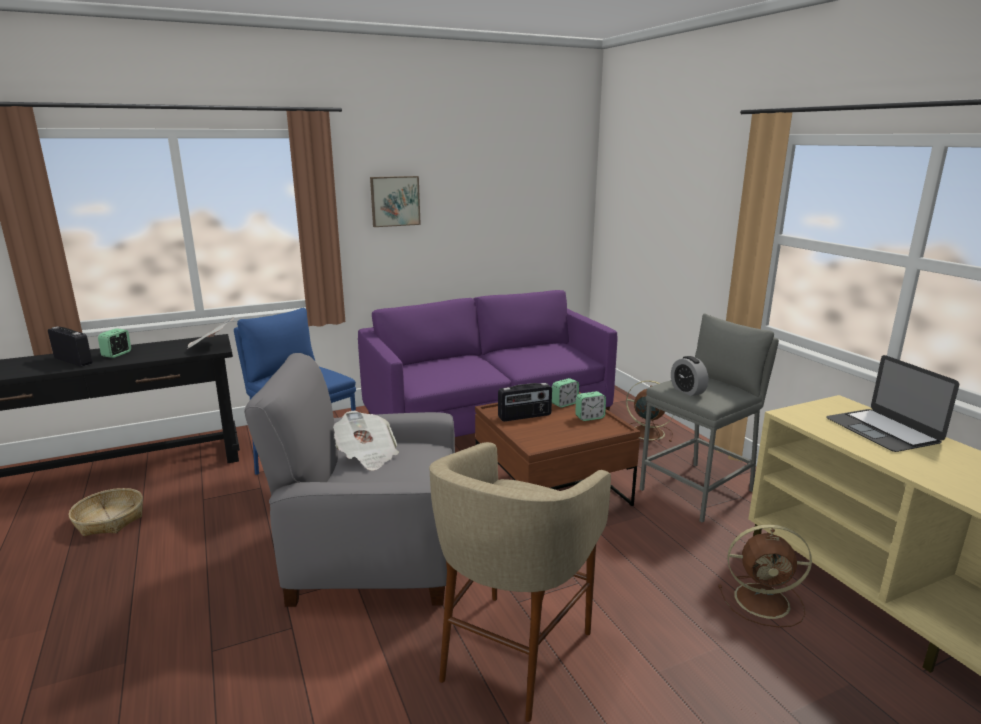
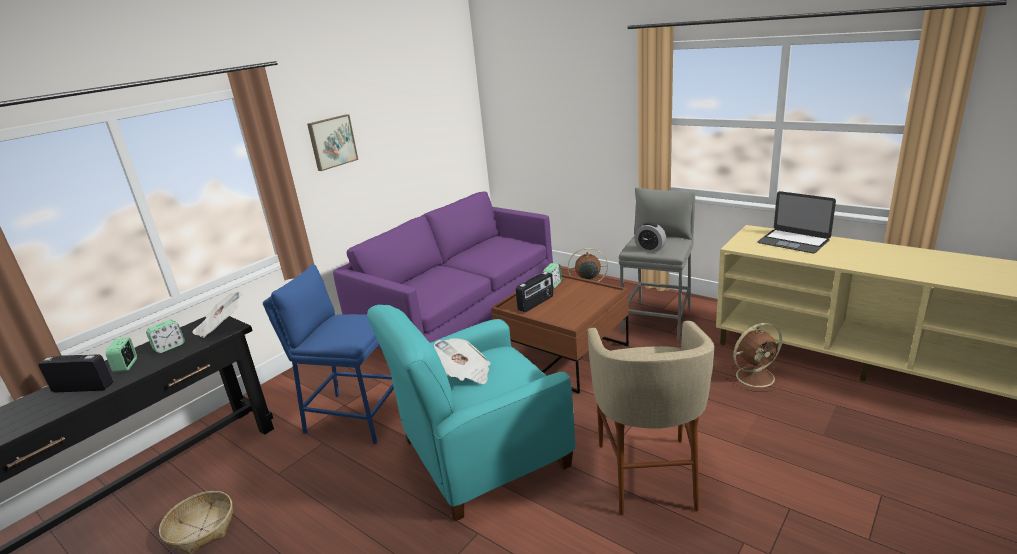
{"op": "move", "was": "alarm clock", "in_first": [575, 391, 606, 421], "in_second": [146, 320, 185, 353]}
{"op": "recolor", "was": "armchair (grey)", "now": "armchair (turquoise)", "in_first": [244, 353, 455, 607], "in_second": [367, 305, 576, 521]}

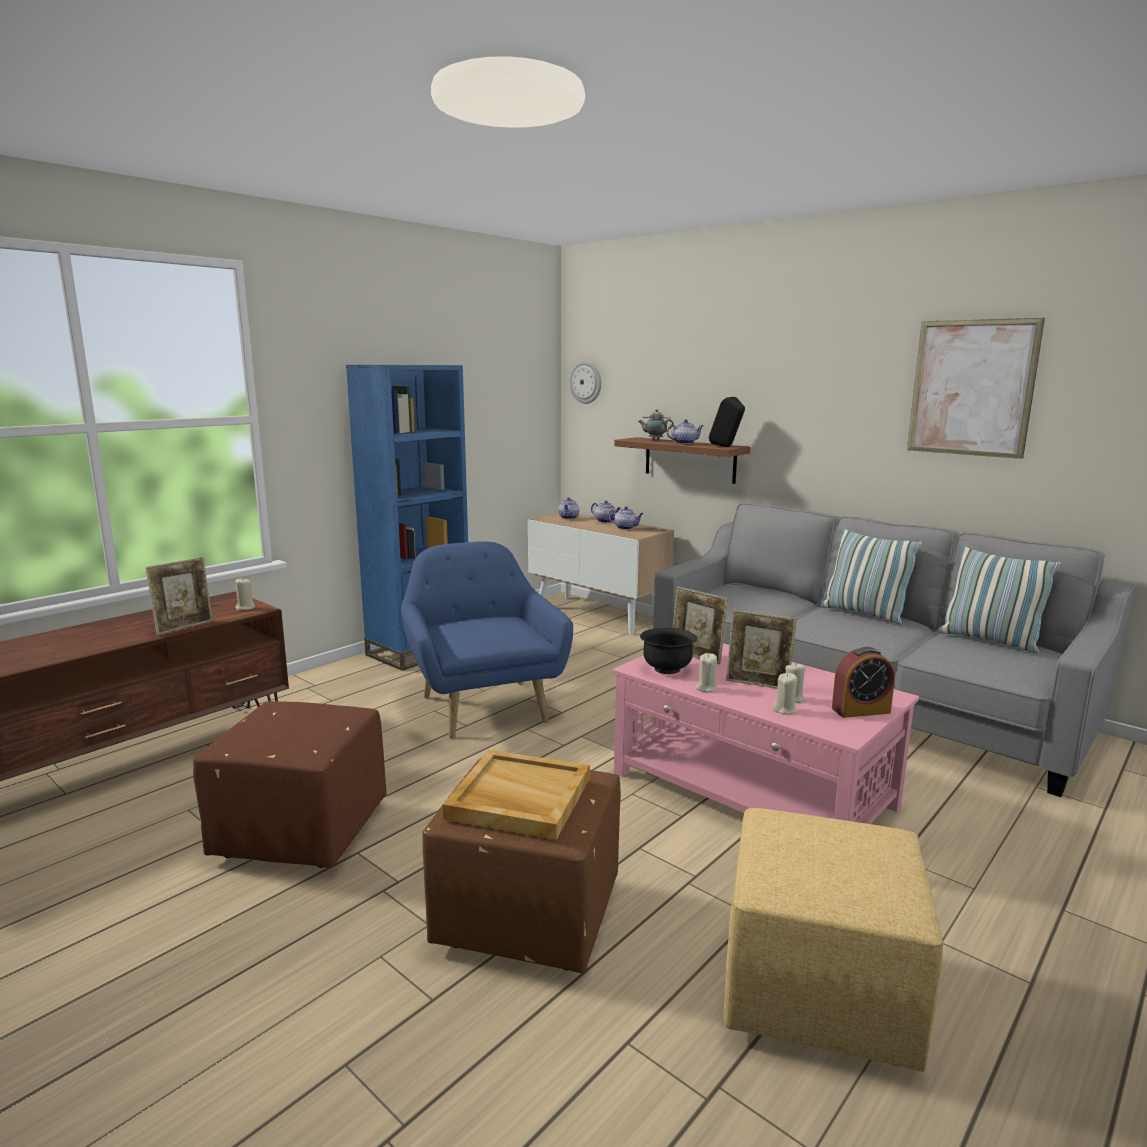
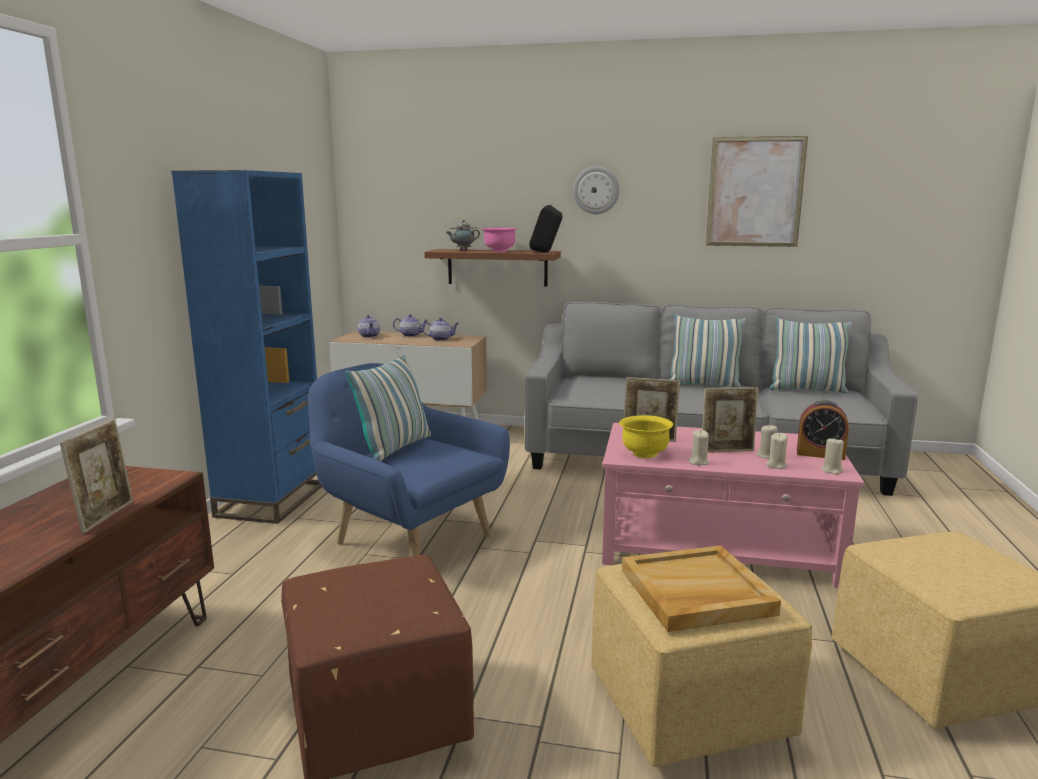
{"op": "insert", "now": "pillow", "in_second": [345, 354, 431, 461]}
{"op": "replace", "was": "teapot", "now": "bowl (pink)", "in_first": [667, 419, 704, 444], "in_second": [482, 227, 517, 252]}
{"op": "move", "was": "wall clock", "in_first": [569, 361, 601, 404], "in_second": [573, 166, 620, 214]}
{"op": "recolor", "was": "ottoman (brown)", "now": "ottoman (yellow)", "in_first": [423, 758, 621, 973], "in_second": [591, 553, 812, 767]}
{"op": "recolor", "was": "bowl (black)", "now": "bowl (yellow)", "in_first": [640, 628, 697, 674], "in_second": [619, 415, 673, 458]}
{"op": "rotate", "was": "alarm clock", "in_first": [832, 647, 895, 718], "in_second": [797, 400, 849, 460], "clockwise": 60}
{"op": "move", "was": "candle (beige)", "in_first": [235, 578, 256, 611], "in_second": [821, 439, 844, 475]}

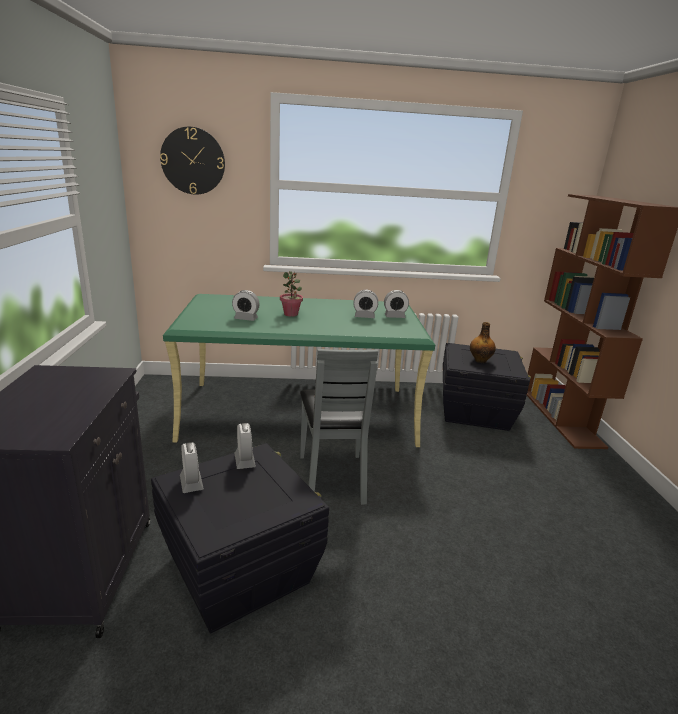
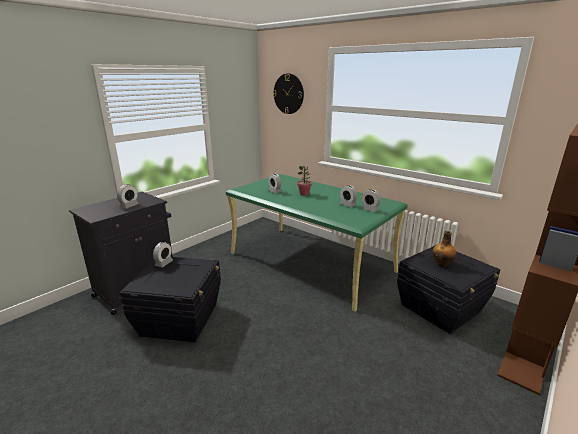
{"op": "move", "was": "alarm clock", "in_first": [235, 423, 256, 469], "in_second": [117, 184, 139, 209]}
{"op": "delete", "was": "chair (grey)", "in_first": [300, 349, 378, 505]}

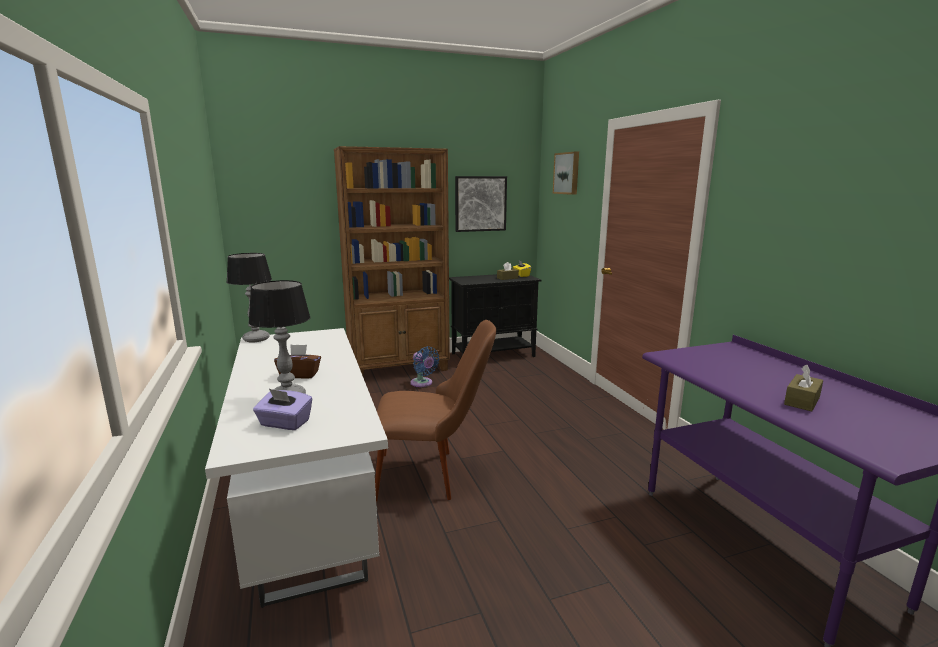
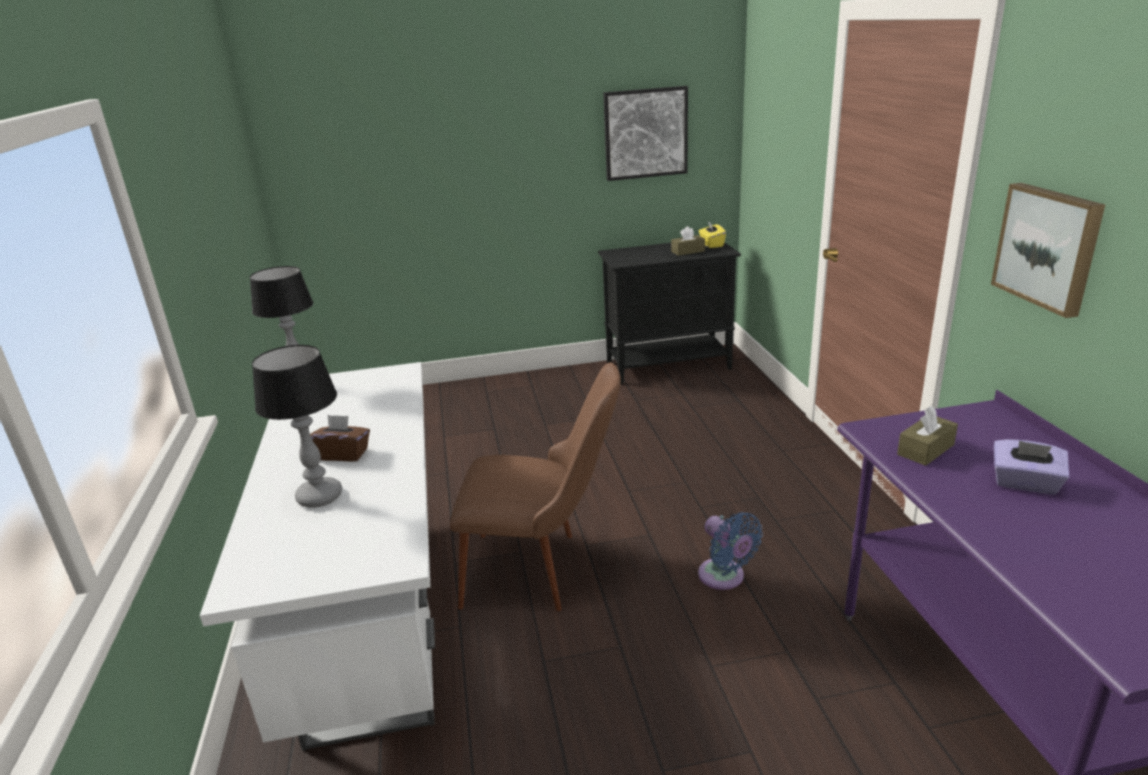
{"op": "move", "was": "fan (blue)", "in_first": [410, 346, 439, 387], "in_second": [698, 512, 763, 590]}
{"op": "move", "was": "tissue box (brown)", "in_first": [784, 365, 823, 411], "in_second": [897, 406, 958, 466]}
{"op": "move", "was": "picture", "in_first": [553, 152, 579, 195], "in_second": [991, 183, 1105, 318]}
{"op": "move", "was": "tissue box (purple)", "in_first": [253, 389, 312, 430], "in_second": [994, 439, 1069, 495]}
{"op": "delete", "was": "bookcase (brown)", "in_first": [334, 146, 450, 376]}

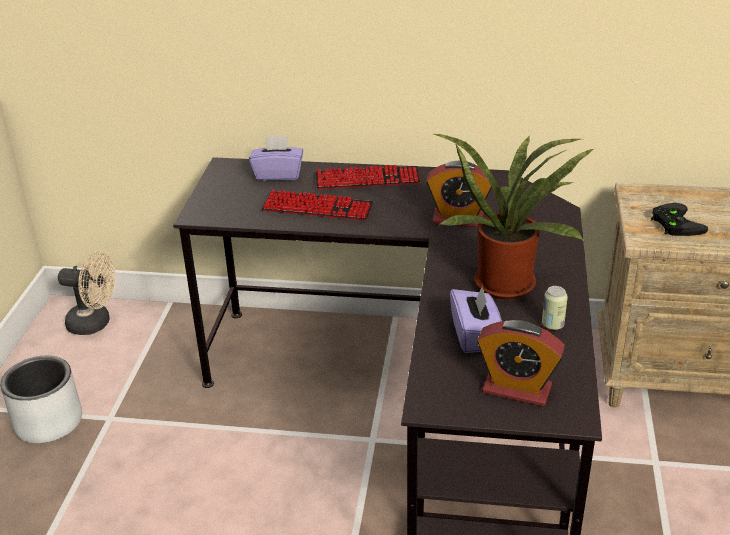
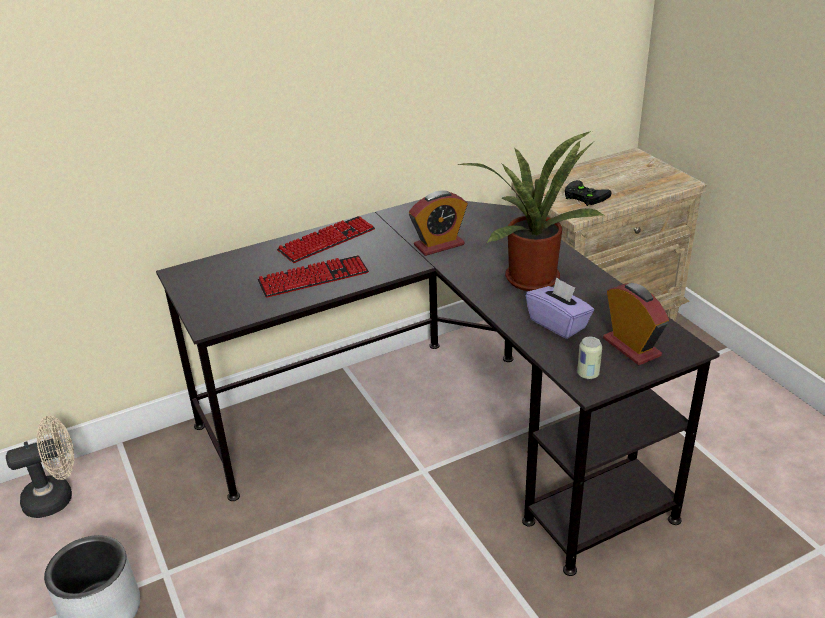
{"op": "move", "was": "can", "in_first": [542, 286, 568, 330], "in_second": [577, 337, 602, 379]}
{"op": "rotate", "was": "alarm clock", "in_first": [477, 320, 565, 406], "in_second": [603, 283, 669, 365], "clockwise": -105}
{"op": "delete", "was": "tissue box (purple)", "in_first": [249, 136, 303, 181]}

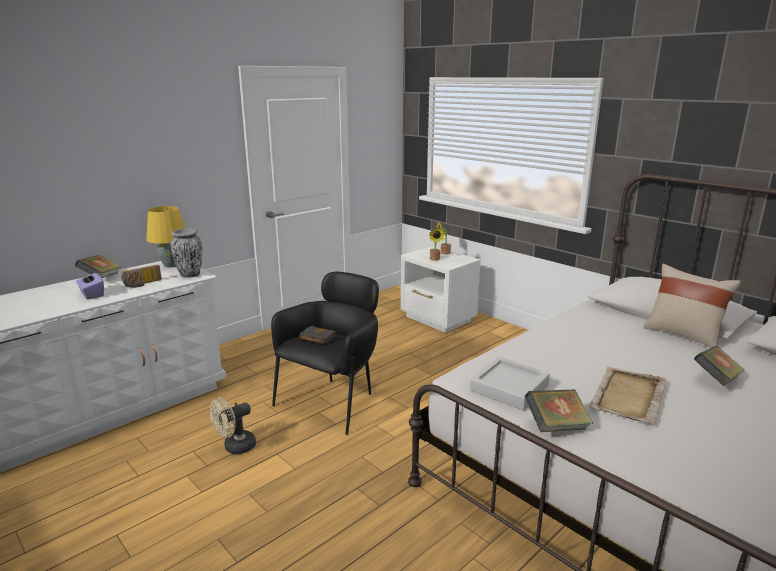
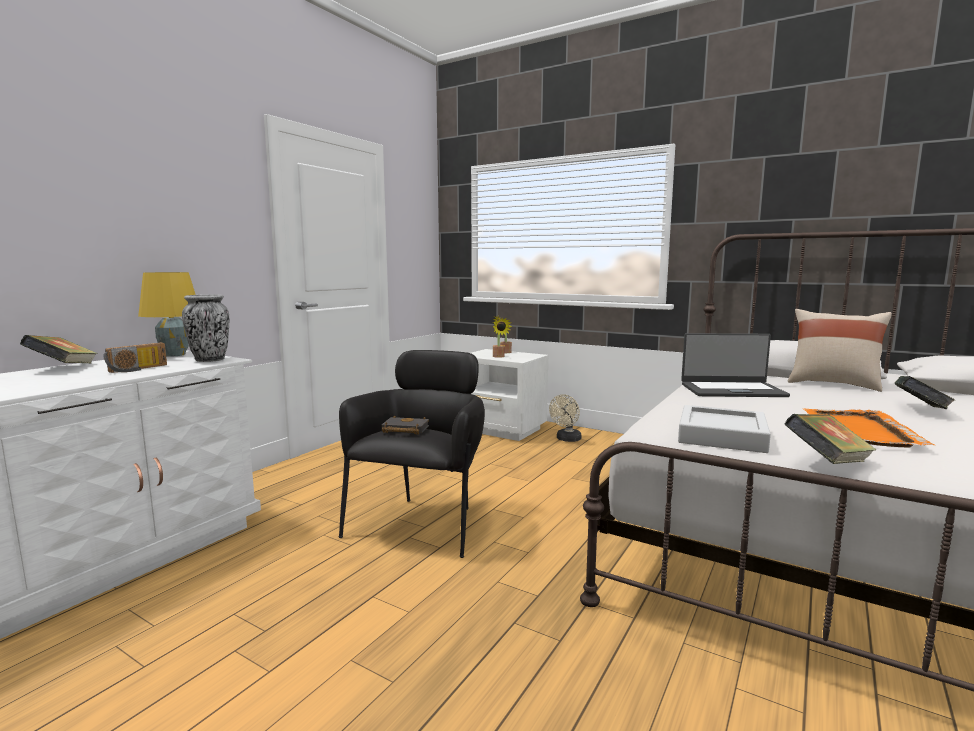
{"op": "move", "was": "fan (beige)", "in_first": [210, 397, 256, 454], "in_second": [549, 394, 582, 442]}
{"op": "insert", "now": "laptop", "in_second": [681, 333, 790, 397]}
{"op": "recolor", "was": "tray (beige)", "now": "tray (orange)", "in_first": [589, 366, 666, 424], "in_second": [804, 409, 935, 448]}
{"op": "delete", "was": "tissue box (purple)", "in_first": [76, 273, 104, 299]}

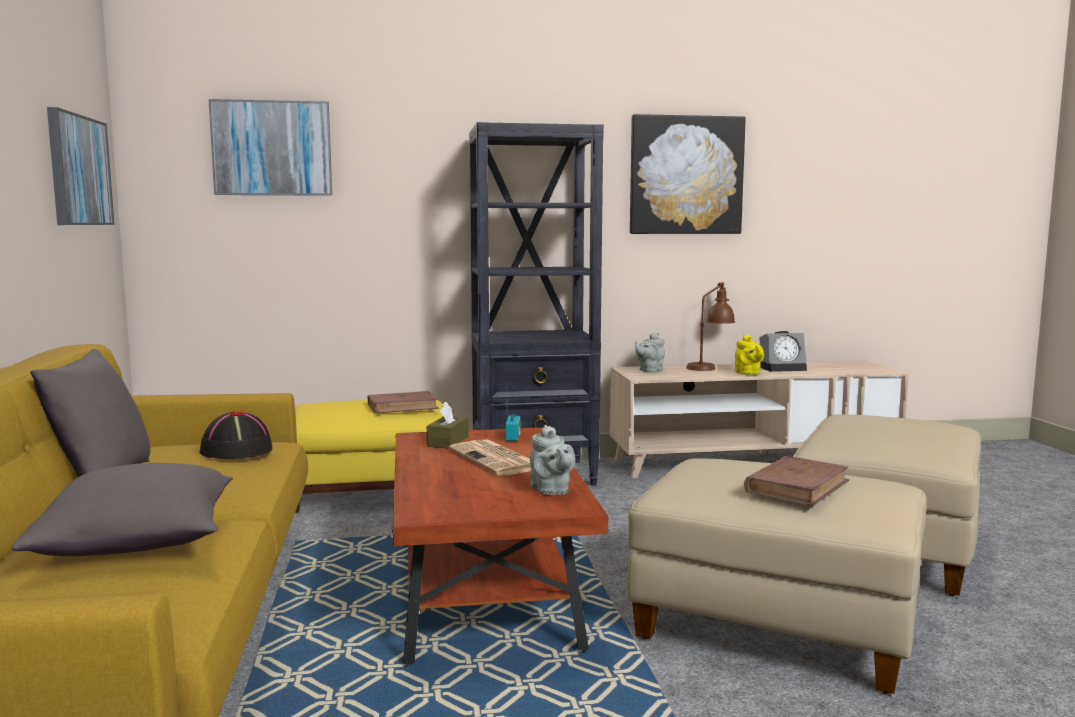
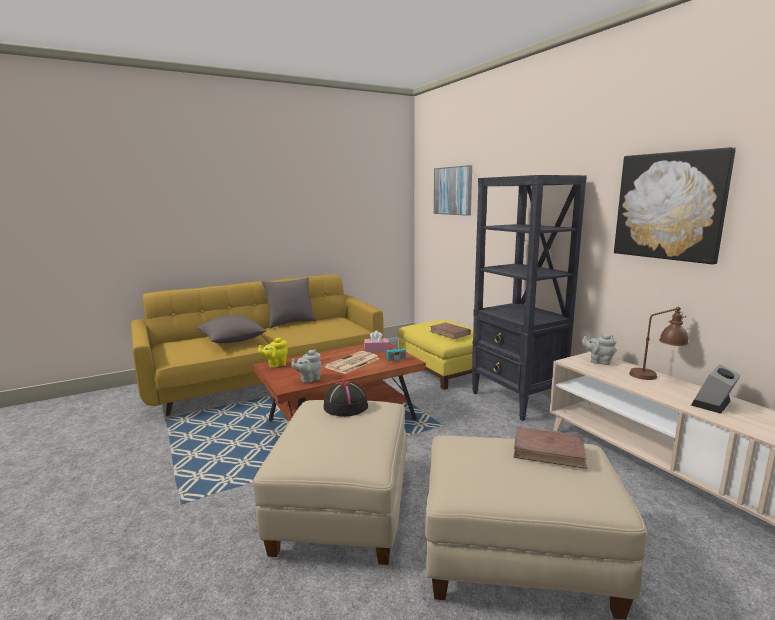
{"op": "move", "was": "teapot (yellow)", "in_first": [735, 335, 764, 375], "in_second": [258, 337, 288, 368]}
{"op": "move", "was": "hat (black)", "in_first": [200, 411, 273, 459], "in_second": [324, 381, 368, 417]}
{"op": "recolor", "was": "tissue box (brown)", "now": "tissue box (pink)", "in_first": [427, 401, 469, 449], "in_second": [364, 330, 389, 353]}
{"op": "move", "was": "book (brown)", "in_first": [744, 456, 849, 506], "in_second": [514, 427, 587, 469]}
{"op": "rotate", "was": "alarm clock", "in_first": [759, 331, 807, 372], "in_second": [691, 364, 741, 414], "clockwise": 75}
{"op": "delete", "was": "picture", "in_first": [47, 107, 115, 225]}

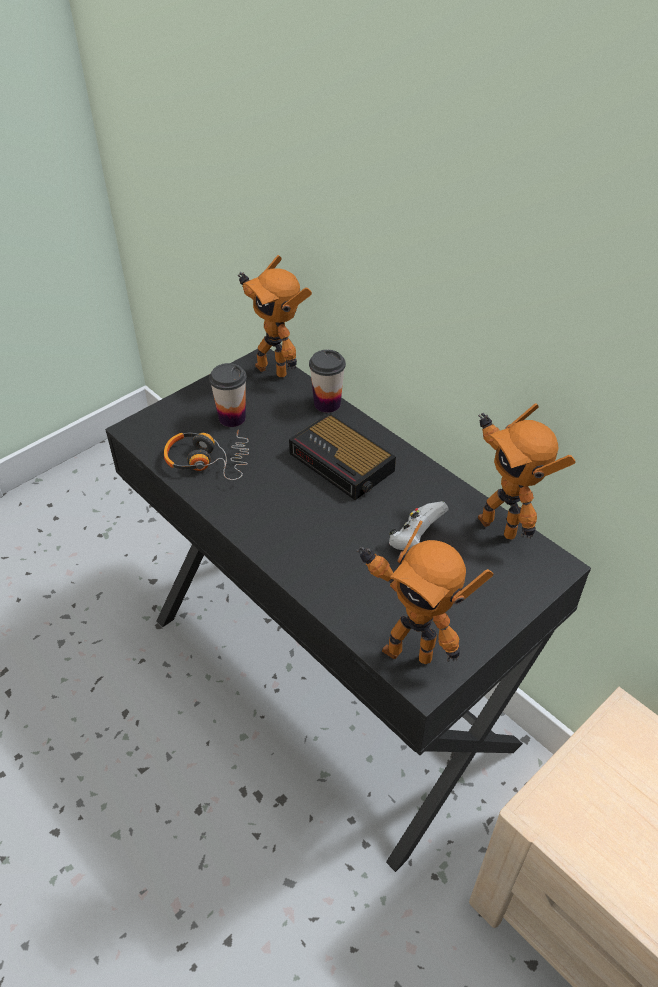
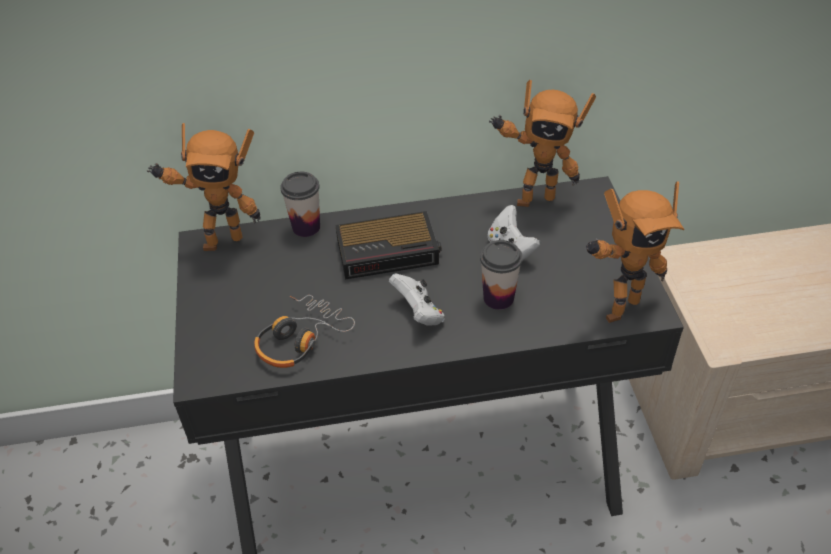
{"op": "insert", "now": "game controller (white)", "in_second": [389, 273, 445, 326]}
{"op": "move", "was": "cup", "in_first": [209, 363, 247, 427], "in_second": [480, 240, 523, 310]}

